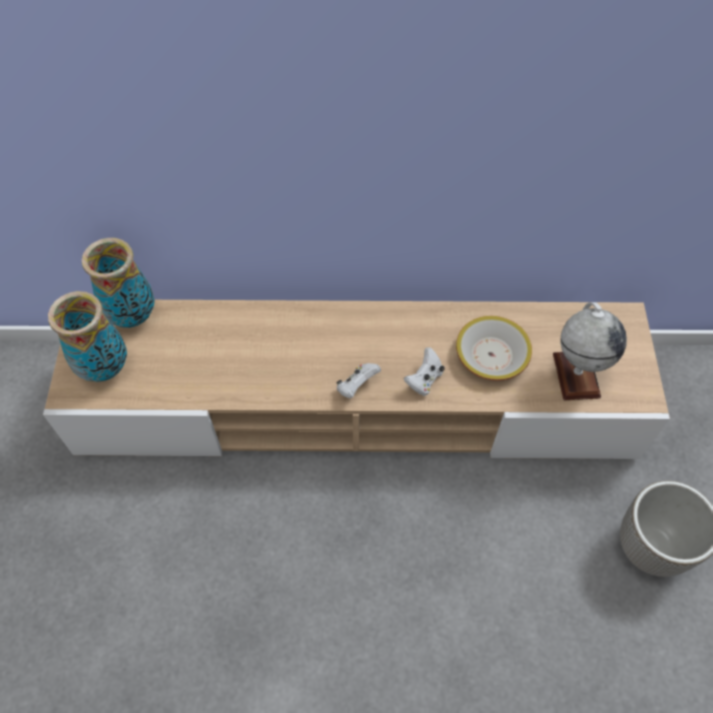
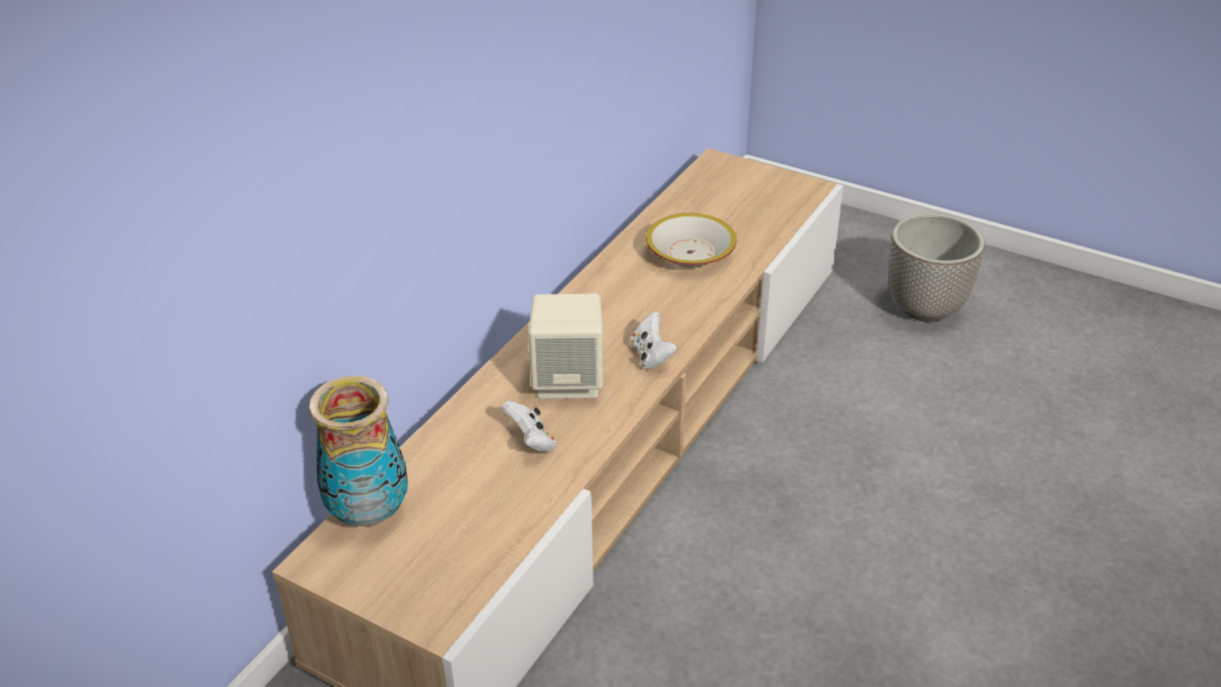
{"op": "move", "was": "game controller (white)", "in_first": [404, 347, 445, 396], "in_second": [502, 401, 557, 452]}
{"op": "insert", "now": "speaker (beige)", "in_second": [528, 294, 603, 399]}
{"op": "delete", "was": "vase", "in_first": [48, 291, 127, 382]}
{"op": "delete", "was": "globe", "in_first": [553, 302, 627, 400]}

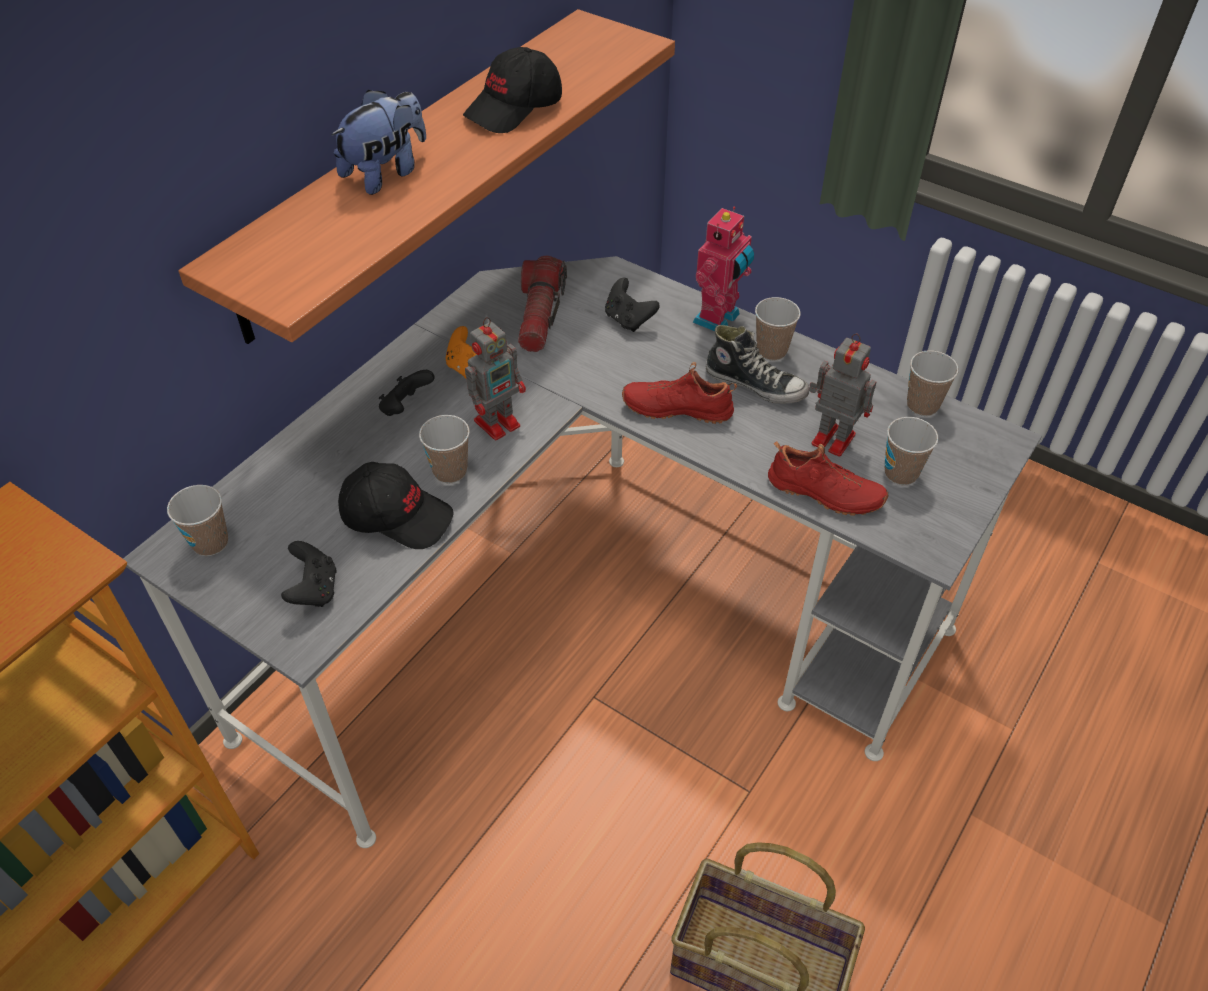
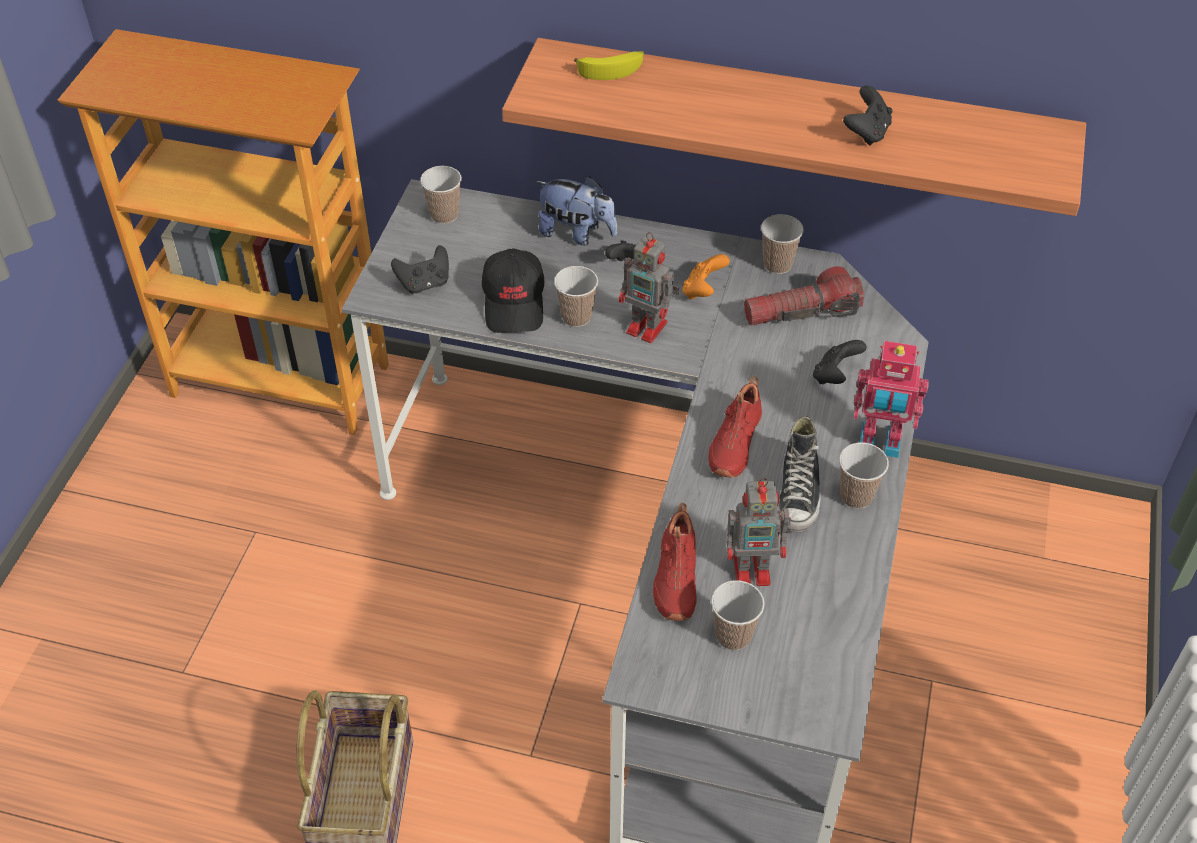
{"op": "move", "was": "plush toy", "in_first": [331, 90, 426, 195], "in_second": [536, 176, 617, 245]}
{"op": "insert", "now": "banana", "in_second": [574, 51, 644, 80]}
{"op": "rotate", "was": "shoe (red)", "in_first": [622, 362, 737, 424], "in_second": [708, 376, 762, 478], "clockwise": -150}
{"op": "rotate", "was": "toy robot", "in_first": [809, 333, 876, 457], "in_second": [727, 478, 791, 586], "clockwise": 75}
{"op": "move", "was": "cup", "in_first": [907, 350, 959, 416], "in_second": [761, 214, 804, 274]}
{"op": "replace", "was": "cap (black)", "now": "game controller (black)", "in_first": [463, 47, 562, 133], "in_second": [843, 85, 892, 146]}

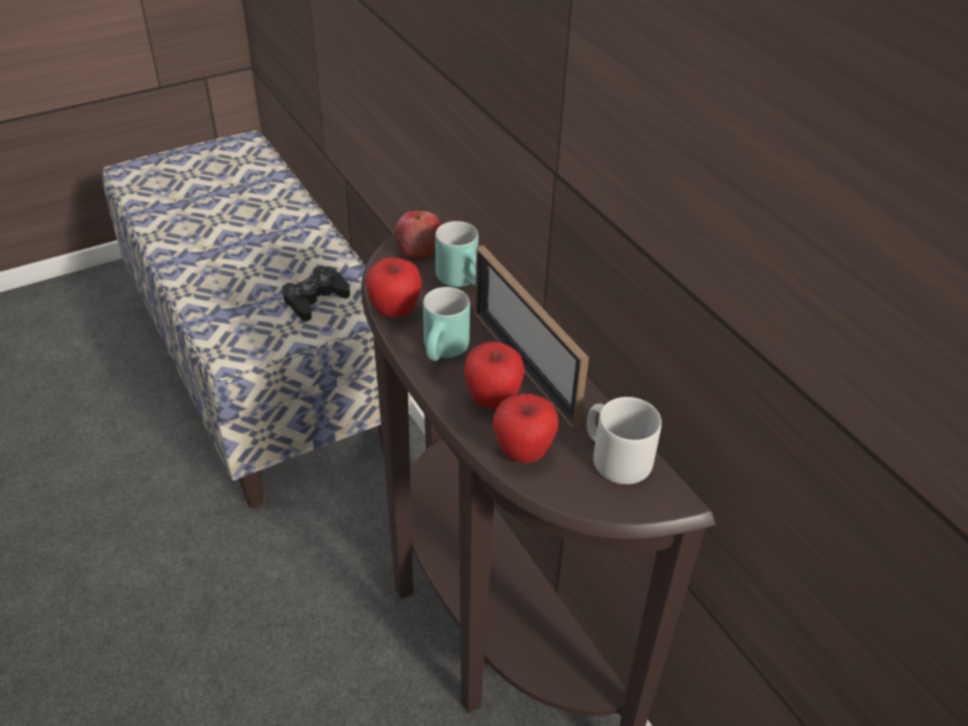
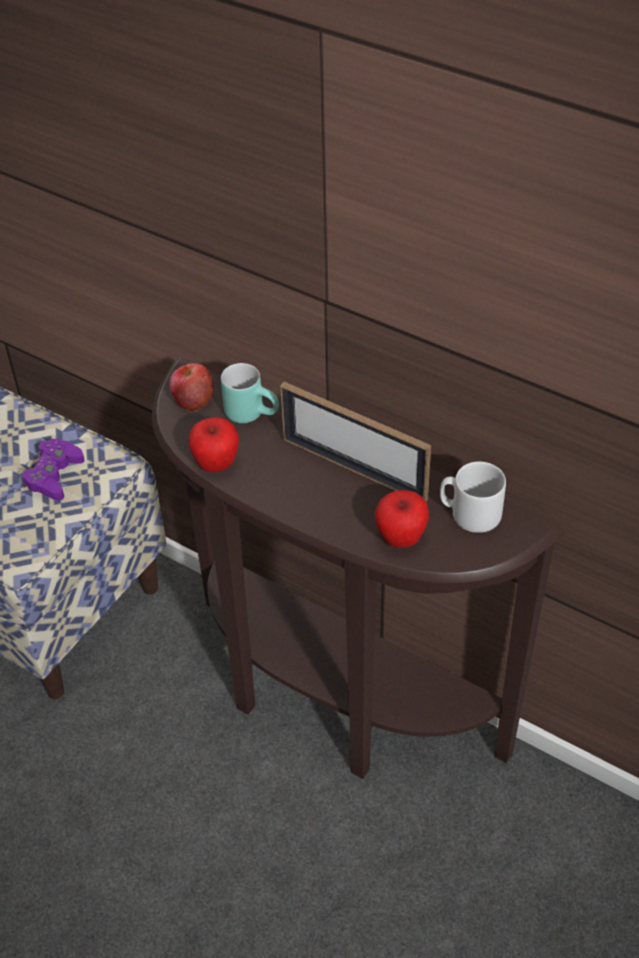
{"op": "recolor", "was": "game controller (black)", "now": "game controller (purple)", "in_first": [282, 266, 350, 321], "in_second": [21, 439, 85, 500]}
{"op": "delete", "was": "mug (turquoise)", "in_first": [423, 287, 470, 361]}
{"op": "delete", "was": "apple", "in_first": [464, 342, 525, 409]}

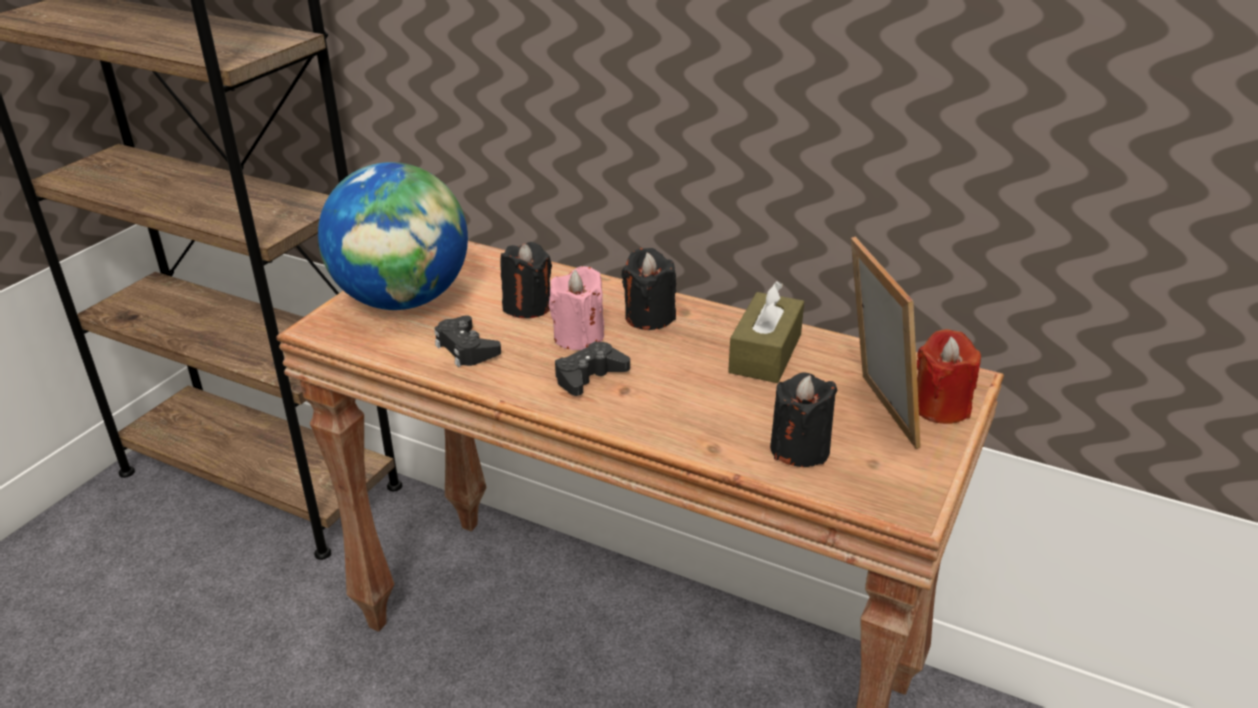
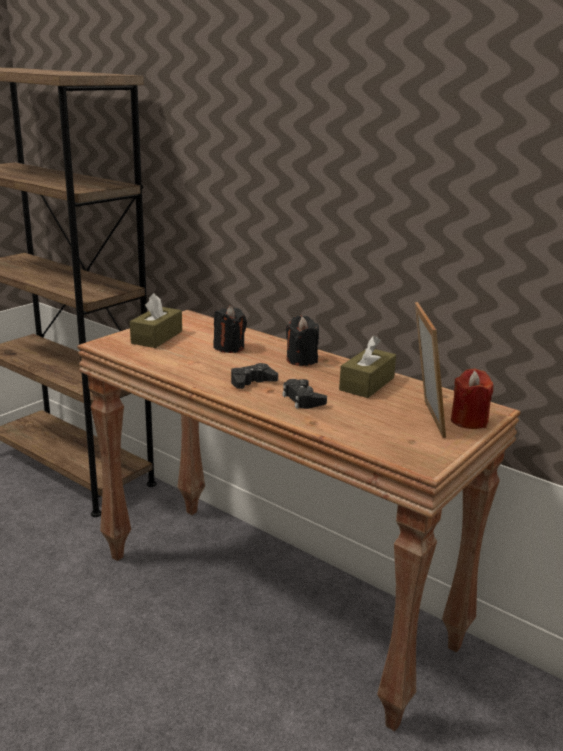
{"op": "replace", "was": "globe", "now": "tissue box (brown)", "in_first": [318, 162, 468, 310], "in_second": [130, 293, 182, 348]}
{"op": "move", "was": "game controller (black)", "in_first": [434, 315, 501, 367], "in_second": [282, 379, 327, 409]}
{"op": "delete", "was": "candle (pink)", "in_first": [549, 266, 604, 350]}
{"op": "delete", "was": "candle (black)", "in_first": [770, 372, 838, 467]}

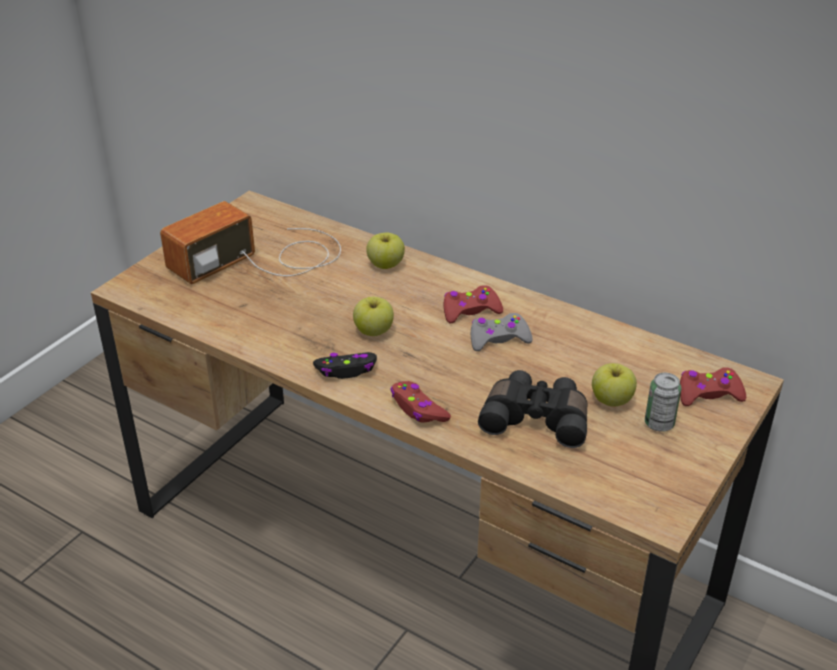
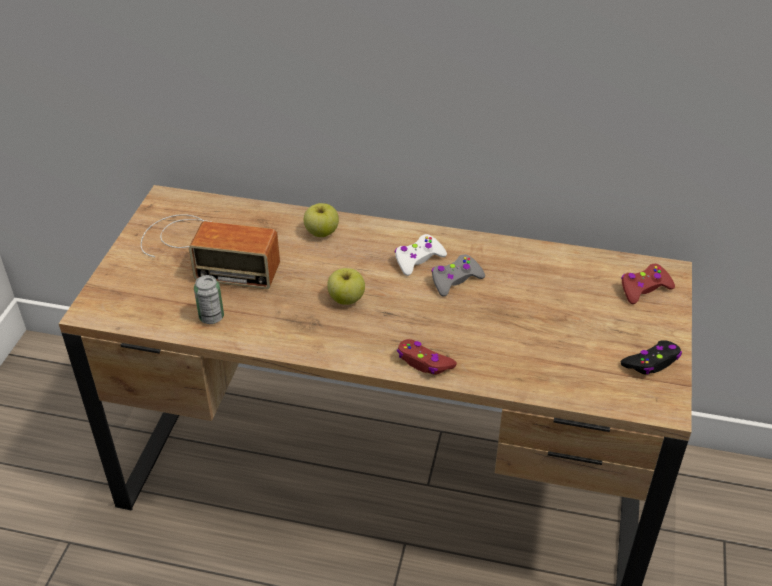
{"op": "rotate", "was": "radio", "in_first": [160, 201, 341, 284], "in_second": [141, 214, 280, 289], "clockwise": -105}
{"op": "move", "was": "can", "in_first": [645, 373, 681, 432], "in_second": [194, 275, 224, 324]}
{"op": "recolor", "was": "game controller (red)", "now": "game controller (white)", "in_first": [444, 285, 503, 323], "in_second": [395, 234, 447, 276]}
{"op": "move", "was": "game controller (black)", "in_first": [313, 352, 377, 379], "in_second": [621, 340, 682, 375]}
{"op": "delete", "was": "binoculars (black)", "in_first": [478, 370, 587, 448]}
{"op": "delete", "was": "apple", "in_first": [592, 363, 637, 407]}

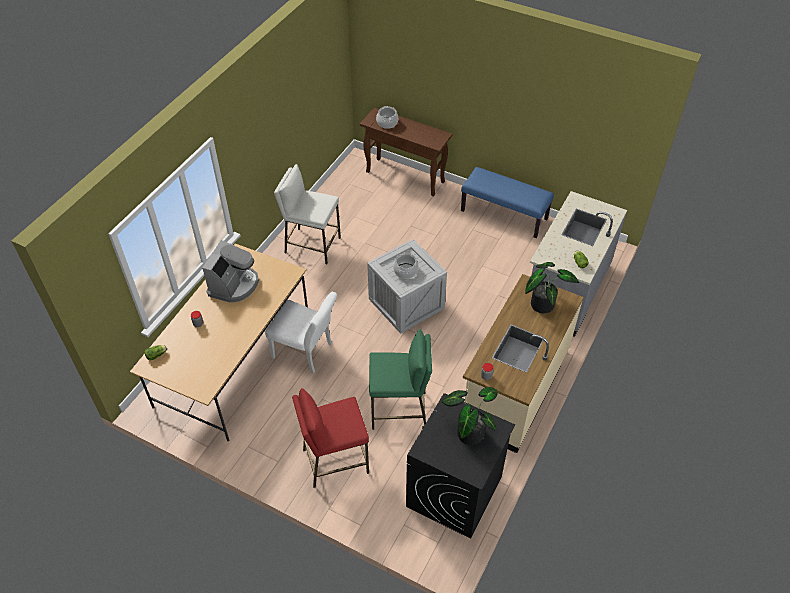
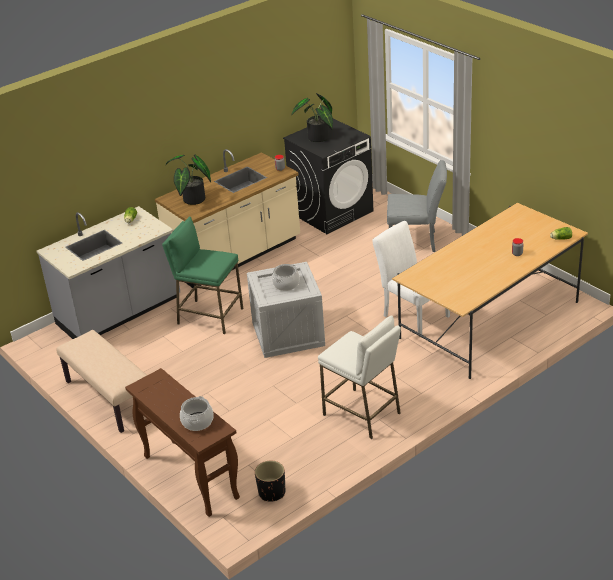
{"op": "recolor", "was": "bench (blue)", "now": "bench (beige)", "in_first": [461, 167, 554, 238], "in_second": [56, 330, 147, 433]}
{"op": "move", "was": "stool (green)", "in_first": [369, 329, 432, 430], "in_second": [162, 217, 244, 334]}
{"op": "insert", "now": "planter (black)", "in_second": [255, 461, 285, 502]}
{"op": "replace", "was": "stool (red)", "now": "chair (grey)", "in_first": [292, 388, 369, 488], "in_second": [387, 160, 447, 252]}
{"op": "delete", "was": "coffee machine", "in_first": [202, 240, 259, 302]}

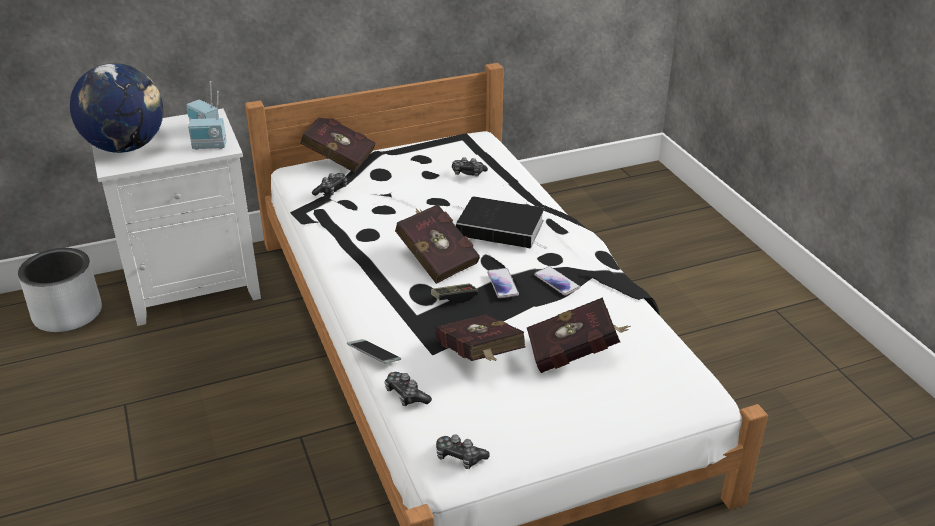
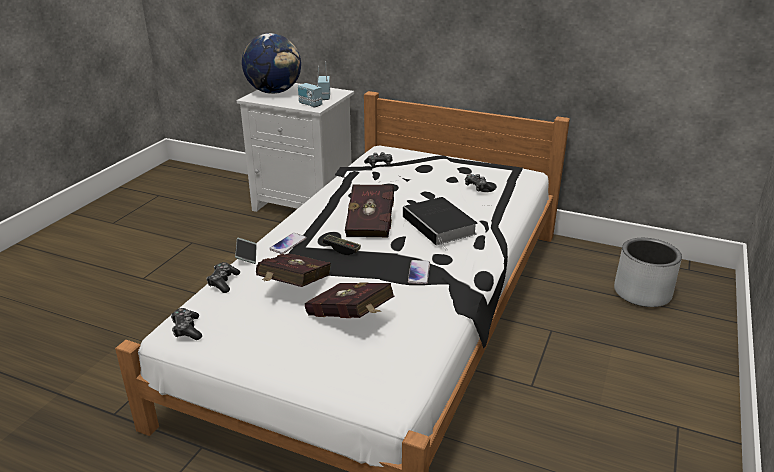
{"op": "move", "was": "phone", "in_first": [487, 268, 519, 298], "in_second": [269, 233, 307, 254]}
{"op": "move", "was": "planter (grey)", "in_first": [18, 248, 102, 332], "in_second": [614, 238, 682, 307]}
{"op": "delete", "was": "book (red)", "in_first": [300, 118, 375, 173]}

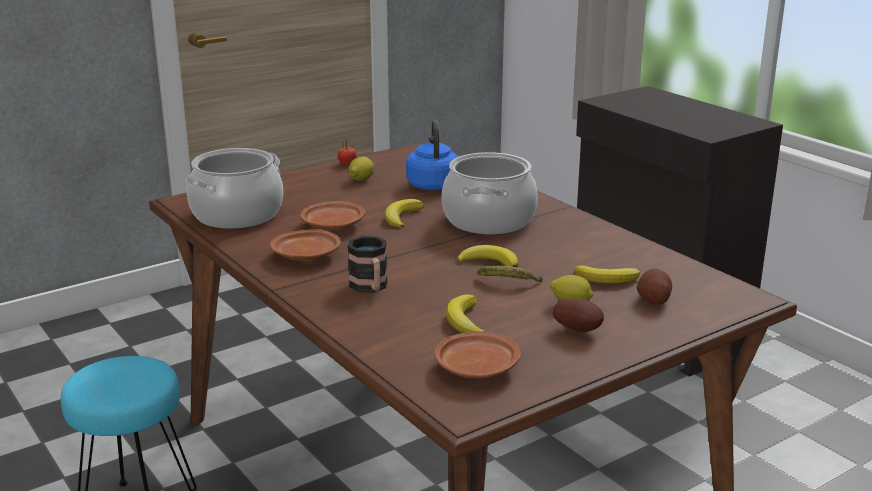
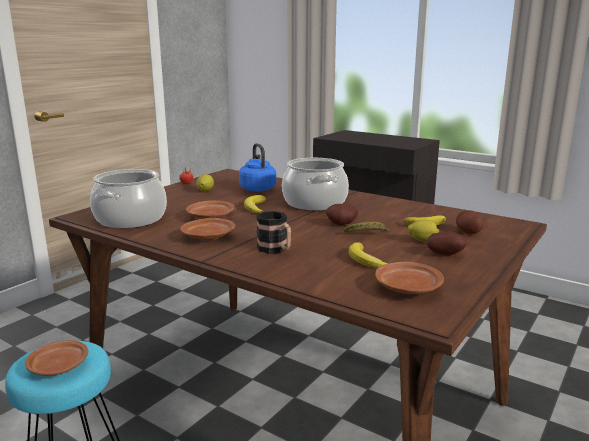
{"op": "insert", "now": "plate (brown)", "in_second": [25, 340, 88, 376]}
{"op": "replace", "was": "banana", "now": "potato", "in_first": [457, 245, 519, 267], "in_second": [326, 204, 358, 225]}

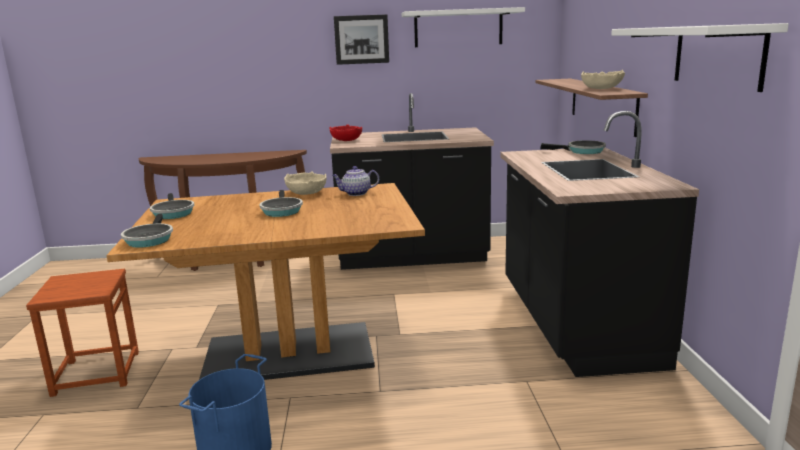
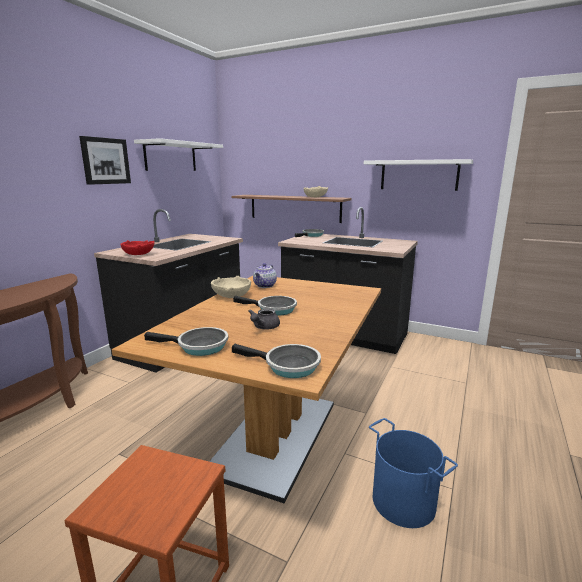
{"op": "insert", "now": "teapot (grey)", "in_second": [248, 308, 280, 330]}

